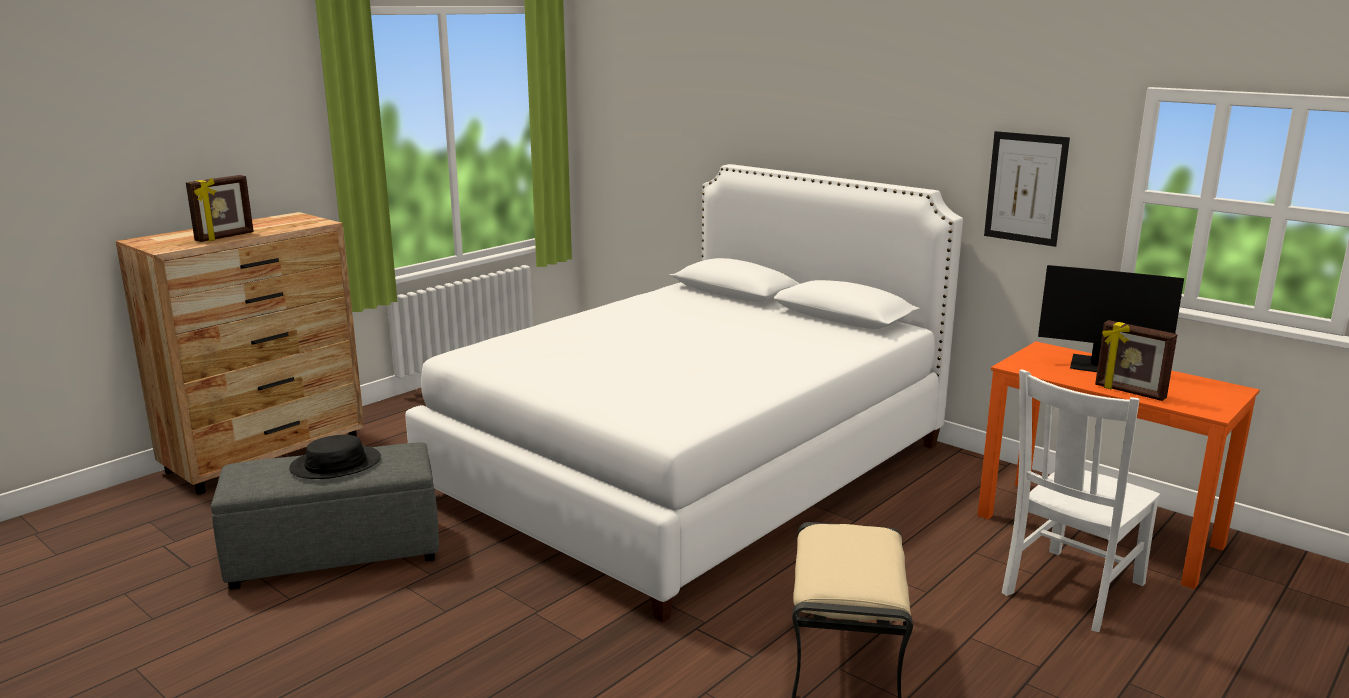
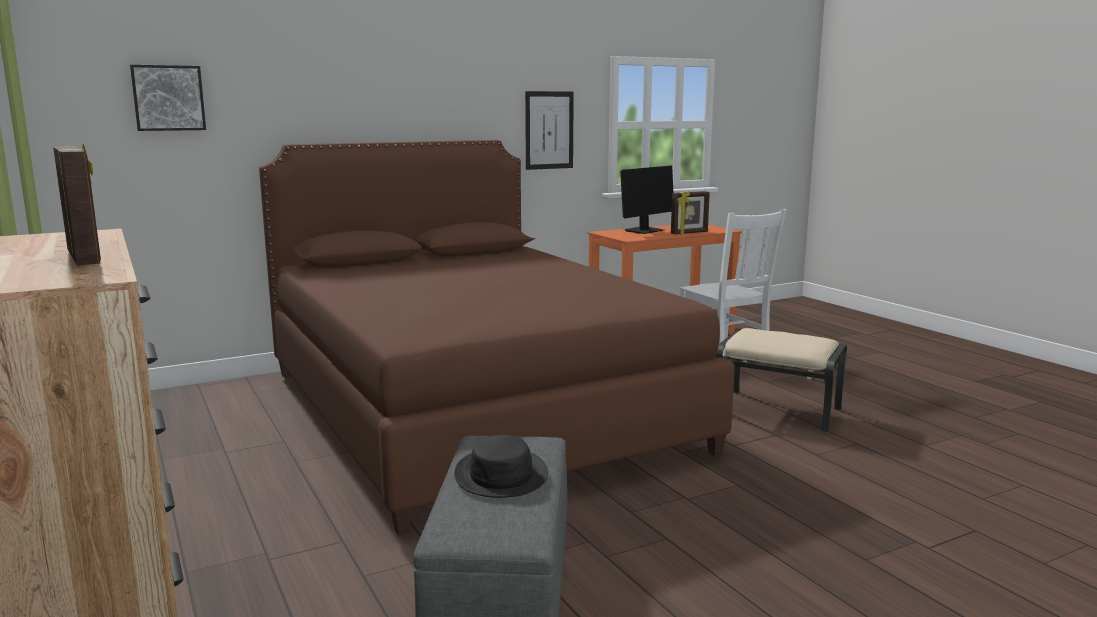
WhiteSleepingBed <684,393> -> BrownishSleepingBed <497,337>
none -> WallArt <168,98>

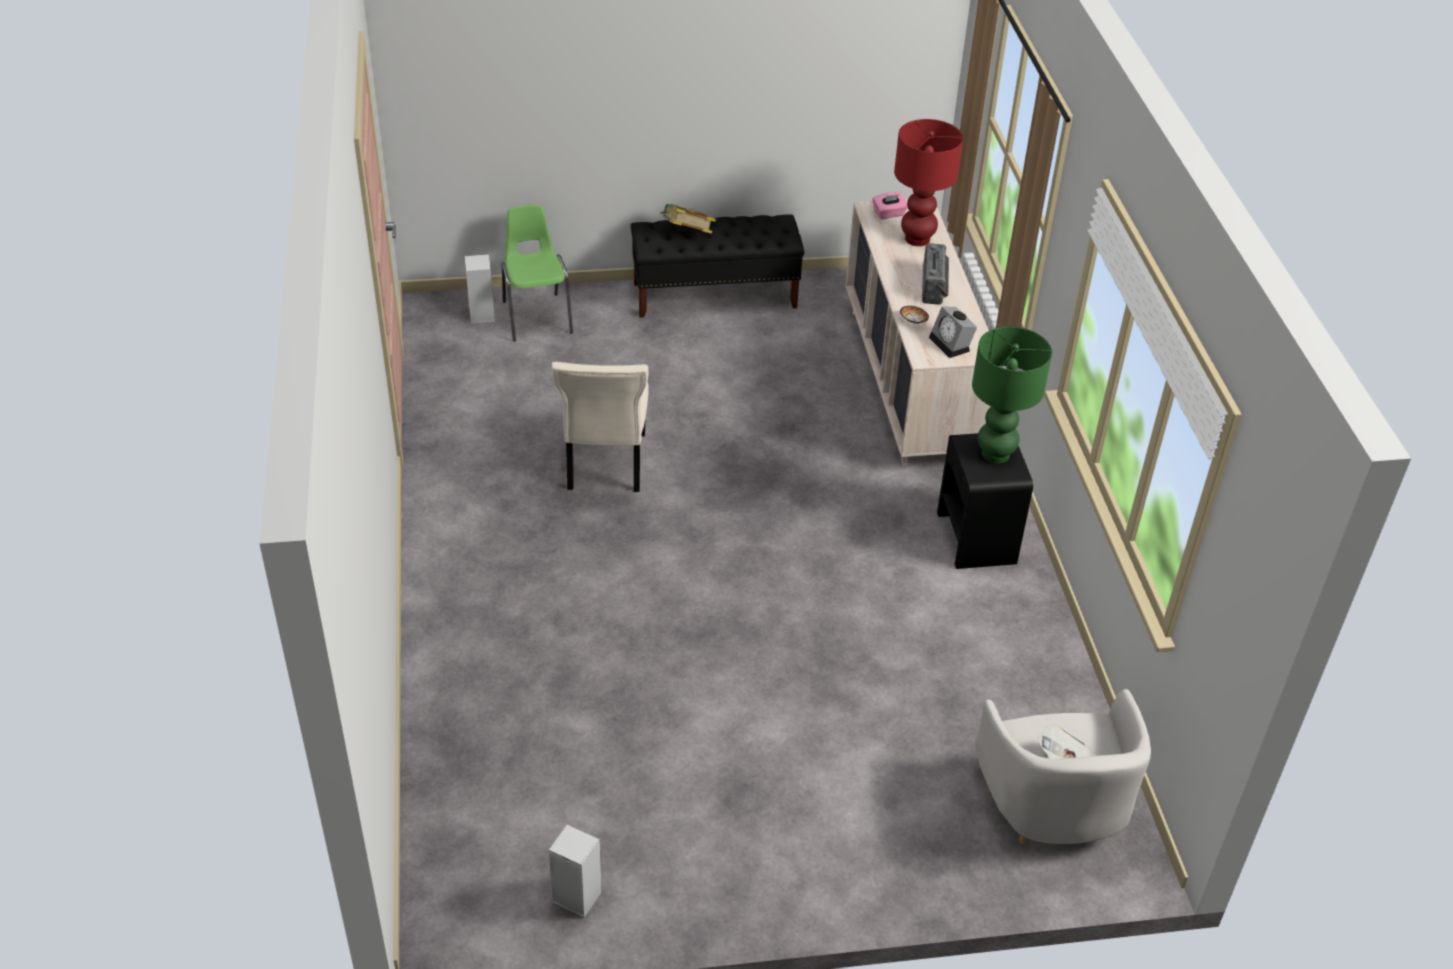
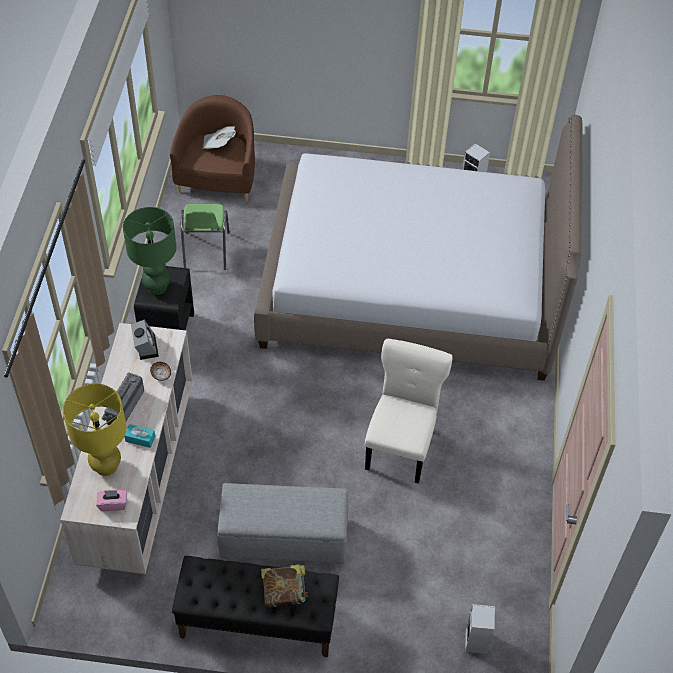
GreenUprightChair <537,273> -> GreenUprightChair <205,237>, relocated
ReddishLampForATable <928,182> -> YellowLampForATable <94,430>
WhiteLoungeChair <1063,766> -> BrownishLoungeChair <212,148>
none -> TurquoiseColouredBoxOfTissues <139,436>
none -> GreyOttoman <282,523>
none -> SleepingBed <418,248>

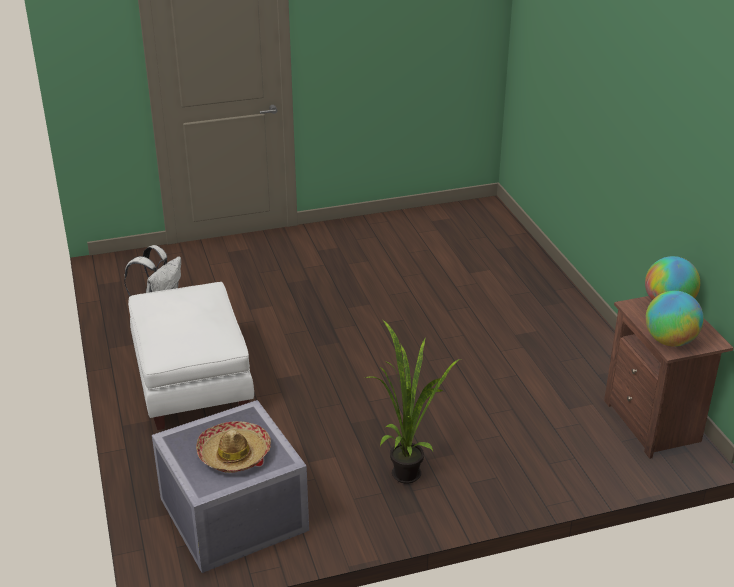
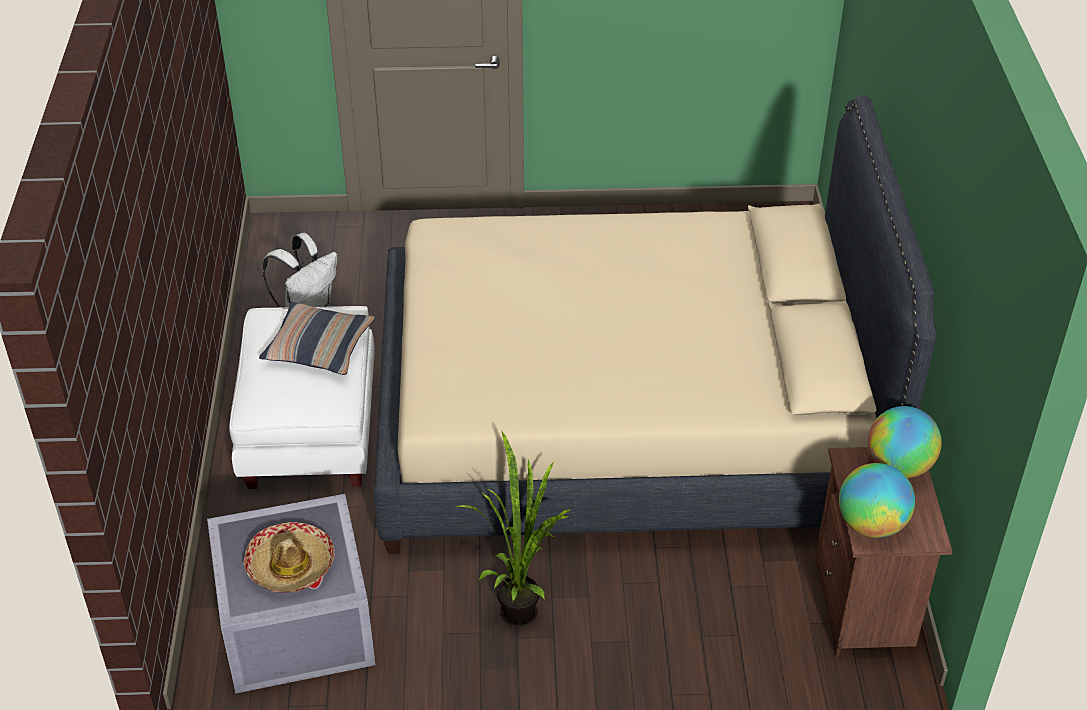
none -> Cushion <317,338>
none -> BeigeSleepingBed <655,324>

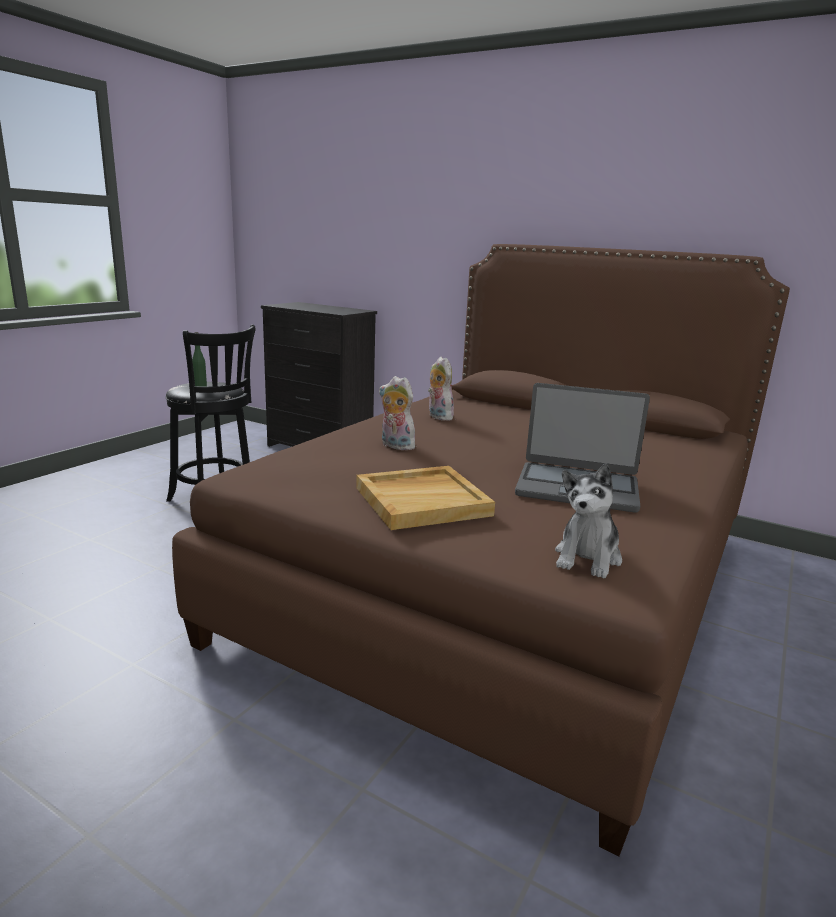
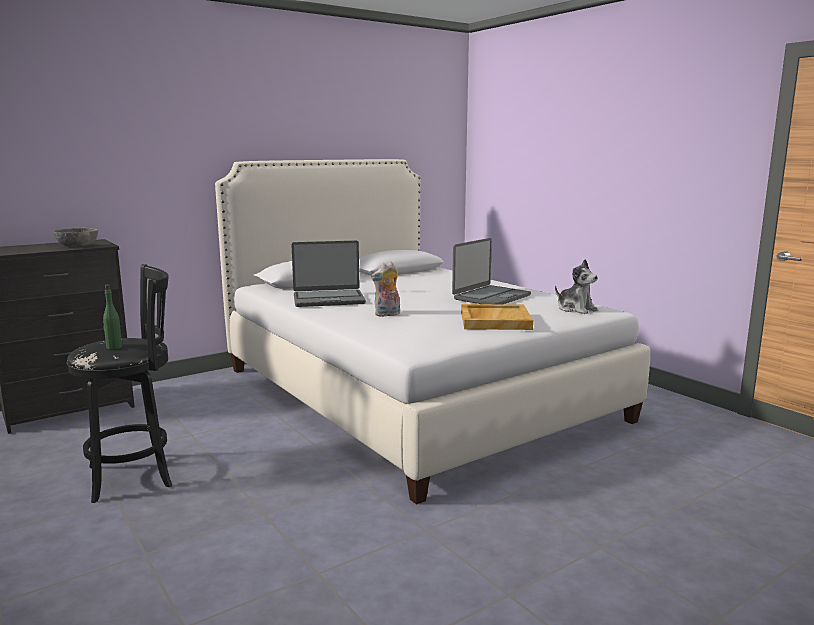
BrownishSleepingBed <481,550> -> WhiteSleepingBed <432,332>
SoftToy <441,389> -> Laptop <329,273>
none -> GreyDeepDish <75,237>

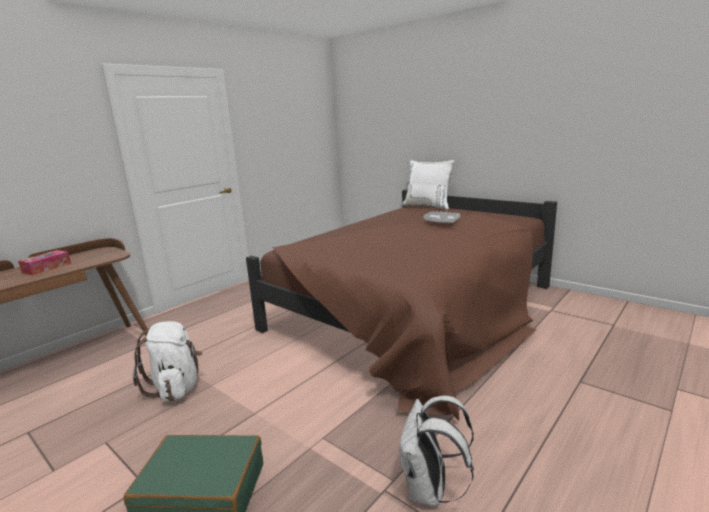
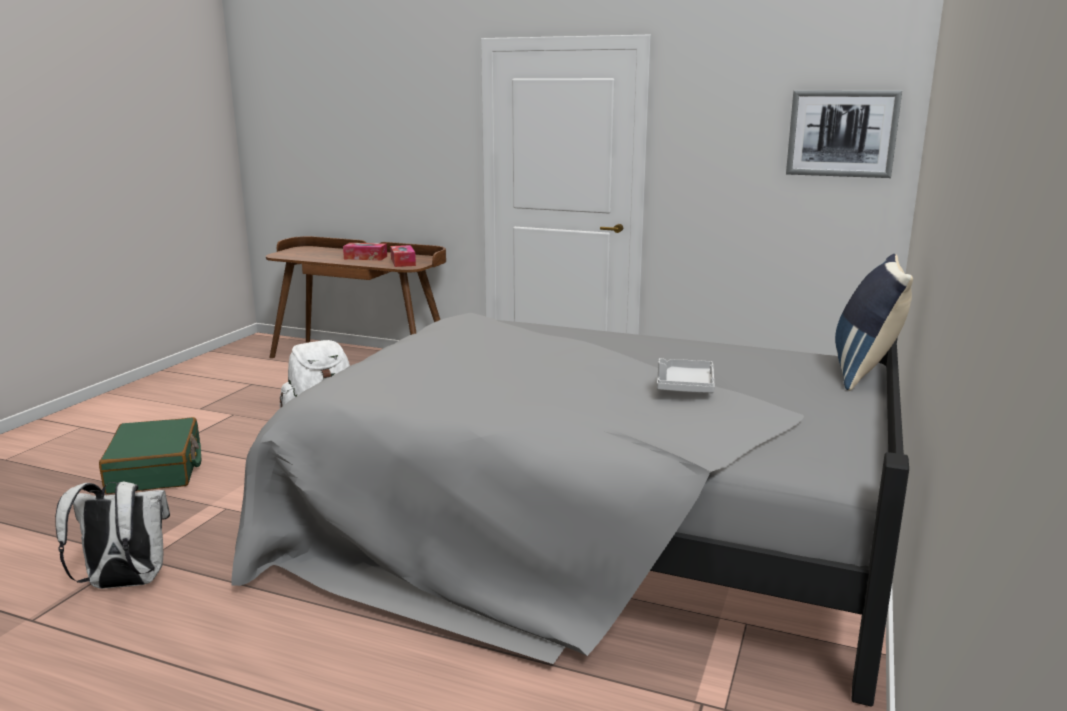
BrownishSleepingBed <401,305> -> GreySleepingBed <570,510>
WhiteCushion <428,185> -> BluishCushion <874,322>
none -> BoxOfTissues <403,256>
none -> WallArt <844,134>

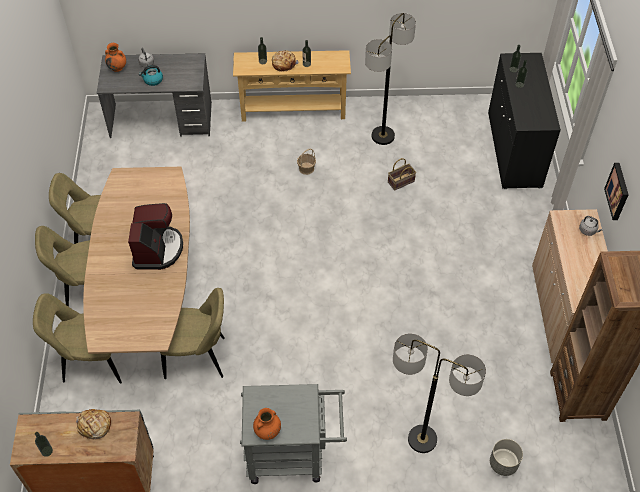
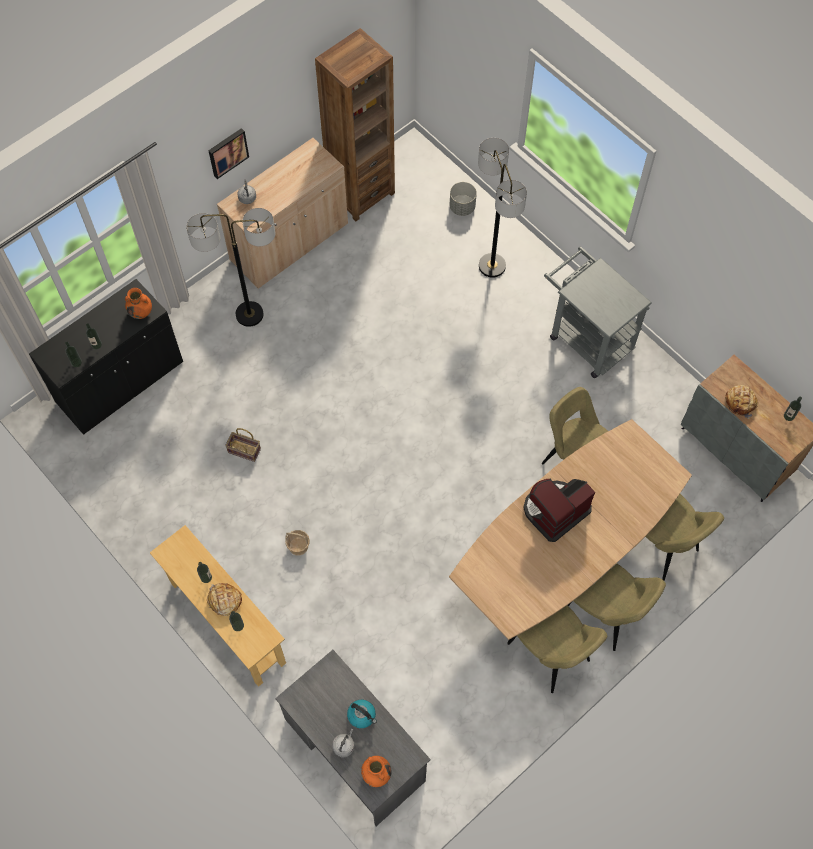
OrangeyDecorativeVase <267,424> -> OrangeyDecorativeVase <138,303>, relocated
FloorLamp <390,79> -> FloorLamp <230,267>, relocated

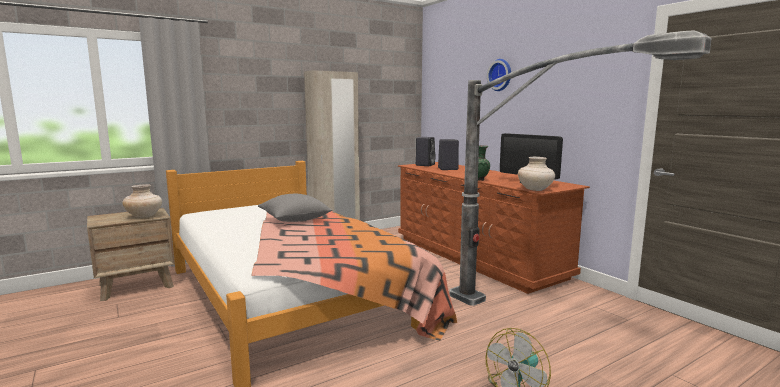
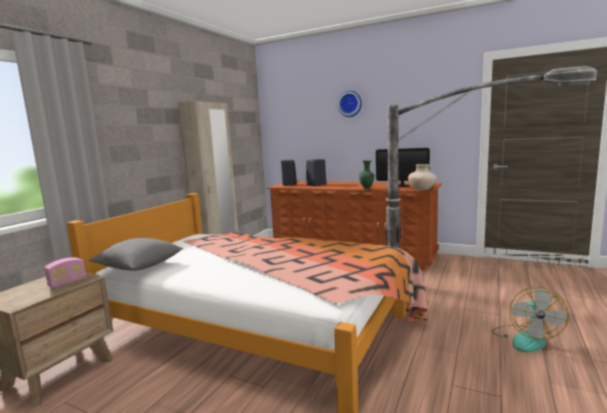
BeigeDecorativeVase <142,201> -> Radio <65,272>
GreyCushion <295,208> -> GreyCushion <136,254>, relocated

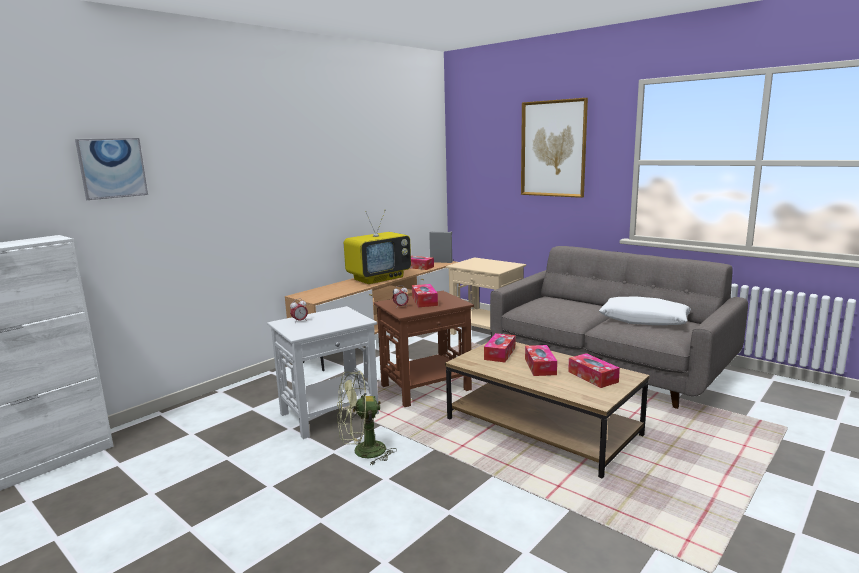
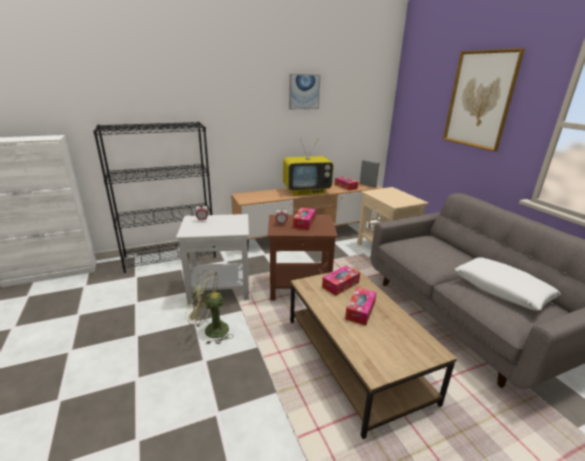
WallArt <111,169> -> WallArt <305,91>, relocated
BoxOfTissues <594,370> -> none
none -> BlackBookshelf <154,197>

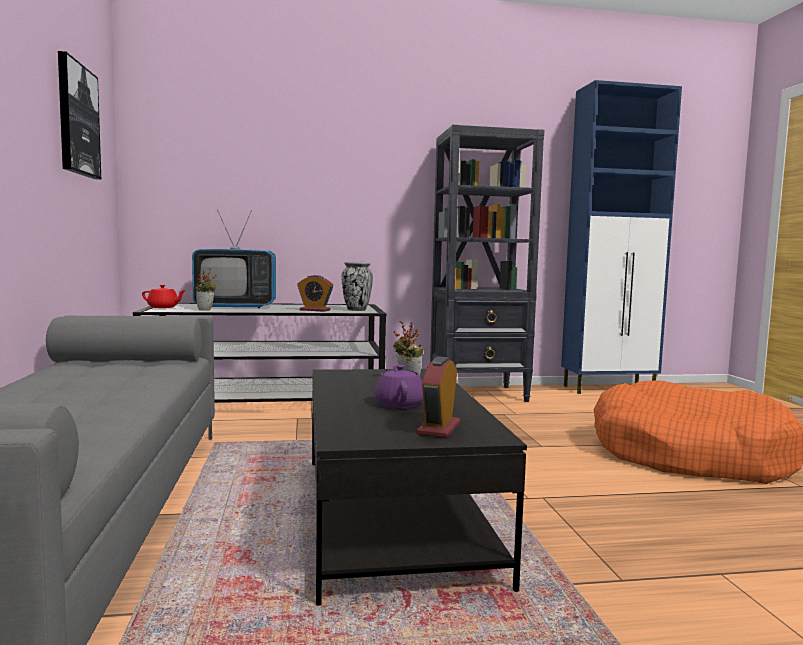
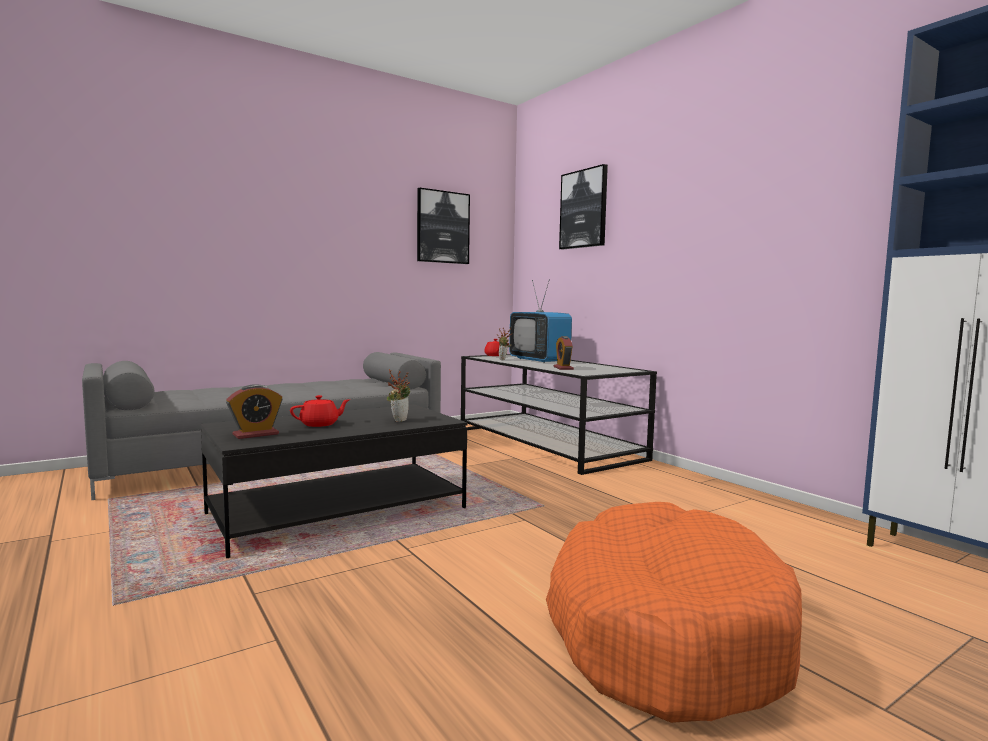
DecorativeVase <357,286> -> none
PurplishTeapot <398,386> -> ReddishTeapot <320,411>
BedsideClock <438,397> -> BedsideClock <254,411>, 150 degrees clockwise
BlackBookshelf <487,263> -> none
none -> WallArt <583,206>

